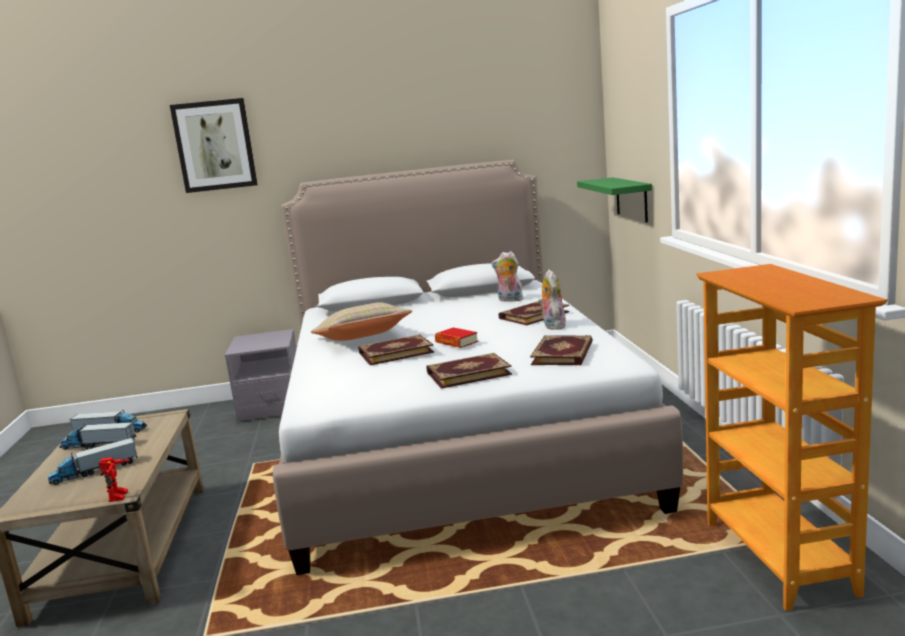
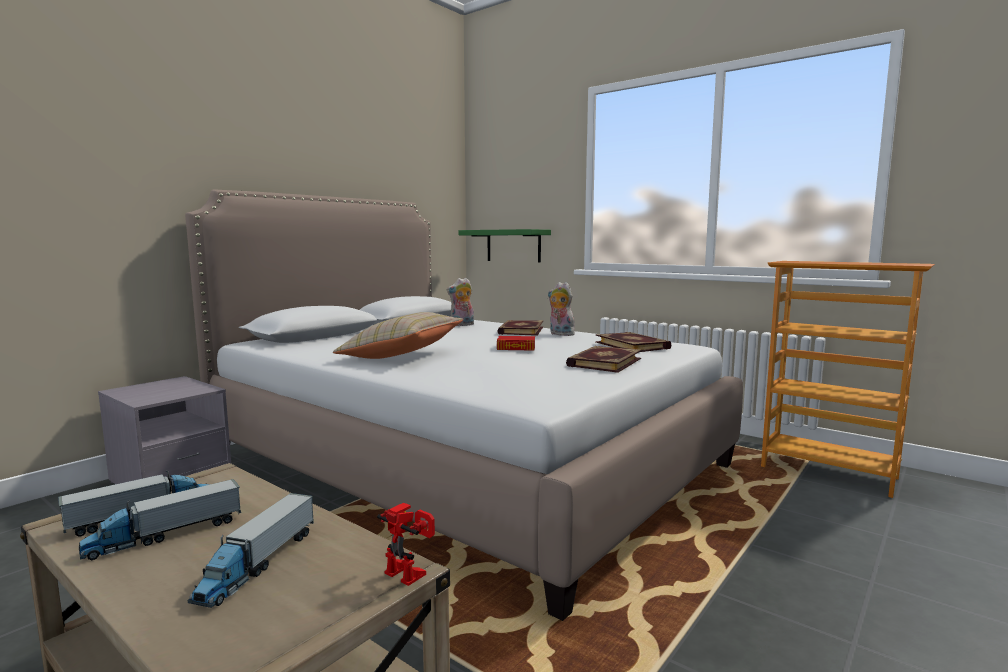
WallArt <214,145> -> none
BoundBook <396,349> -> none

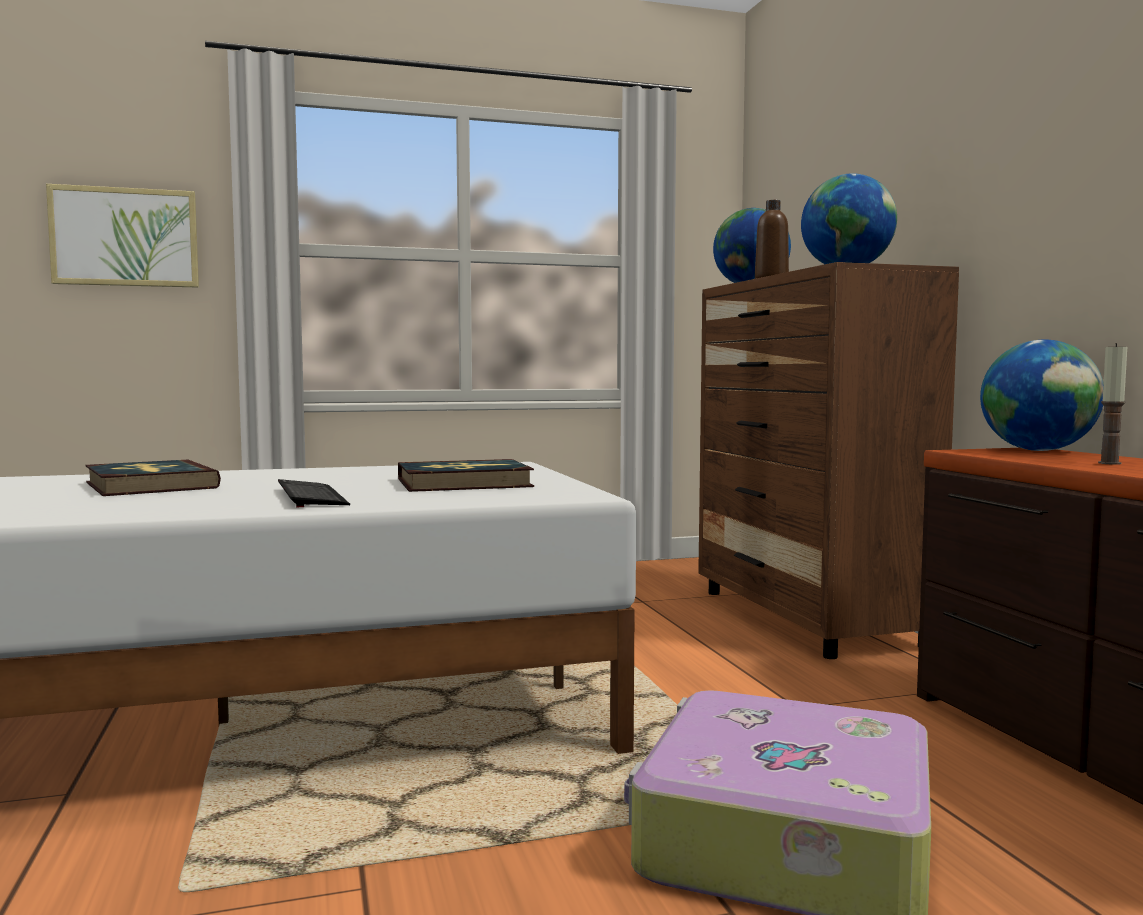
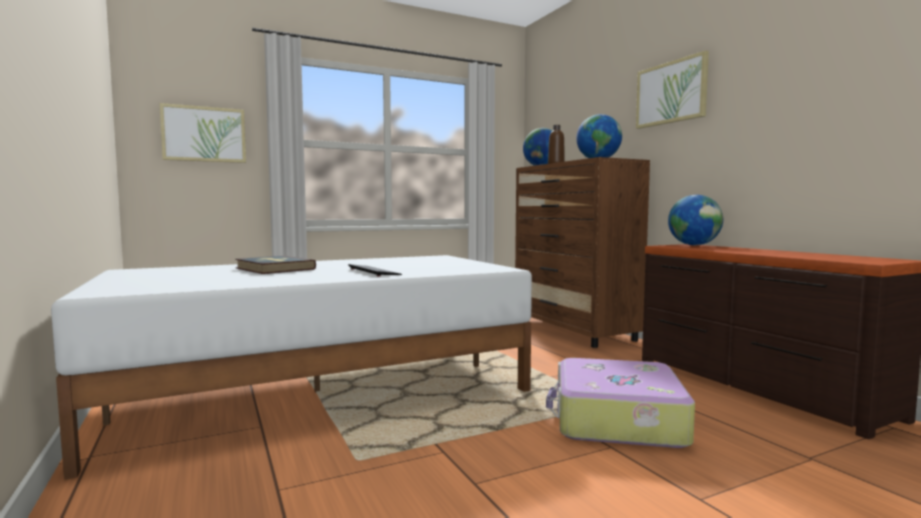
BoundBook <466,475> -> none
Candle <1112,404> -> none
none -> WallArt <672,89>

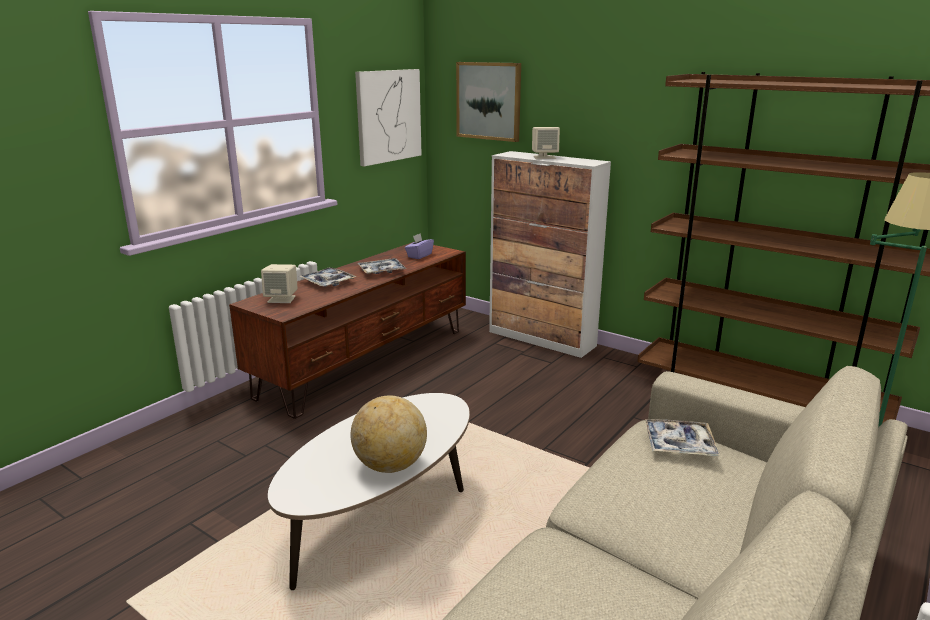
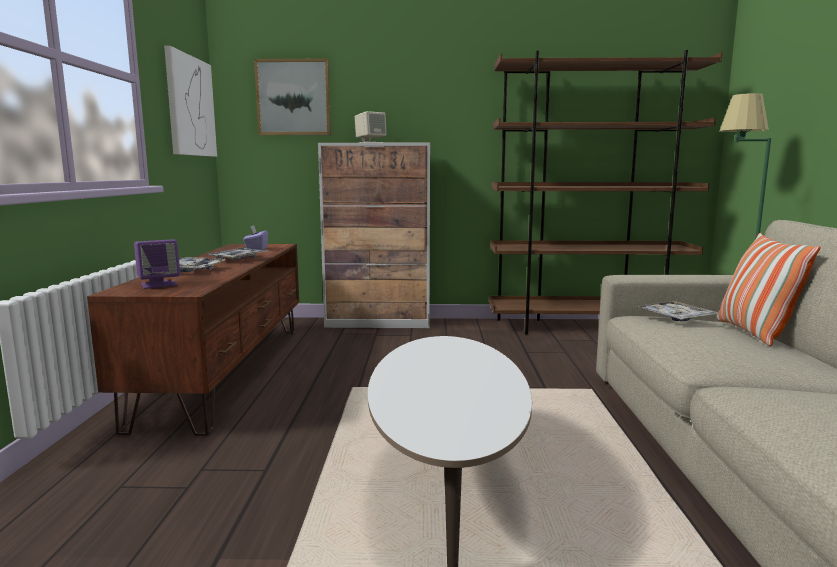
BeigeAudioSpeaker <279,283> -> PurplishAudioSpeaker <157,264>
Globe <389,434> -> none
none -> Cushion <769,289>

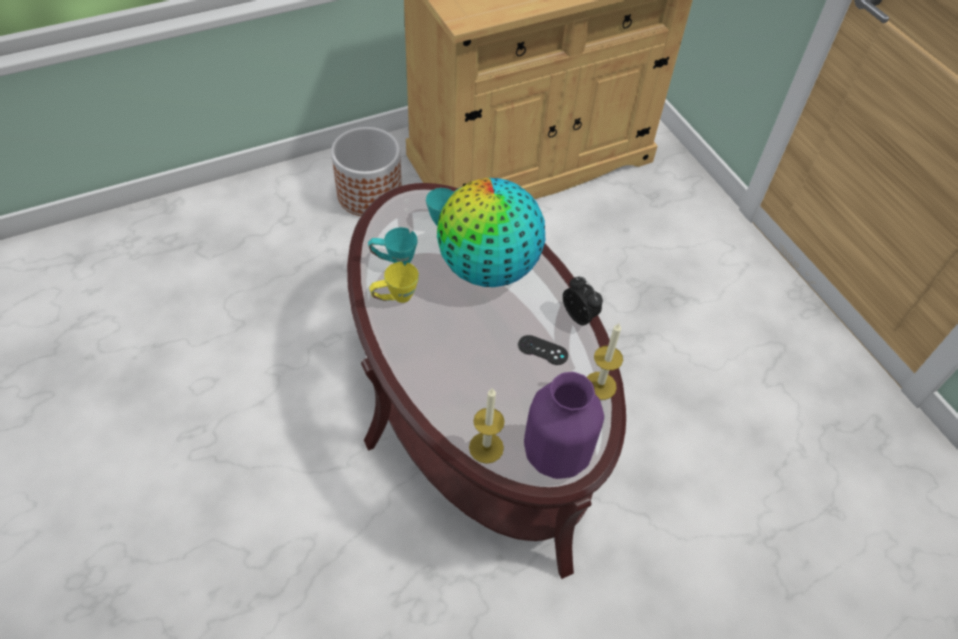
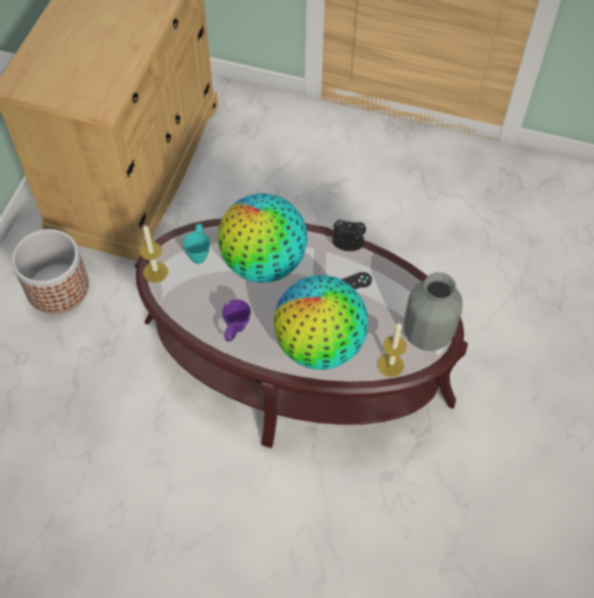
TurquoiseColouredCoffeeMug <393,246> -> none
YellowCoffeeMug <394,282> -> PurplishCoffeeMug <236,320>
PurplishDecorativeVase <564,425> -> GreyDecorativeVase <433,311>
Candle <605,361> -> Candle <154,254>, relocated
none -> Globe <321,322>

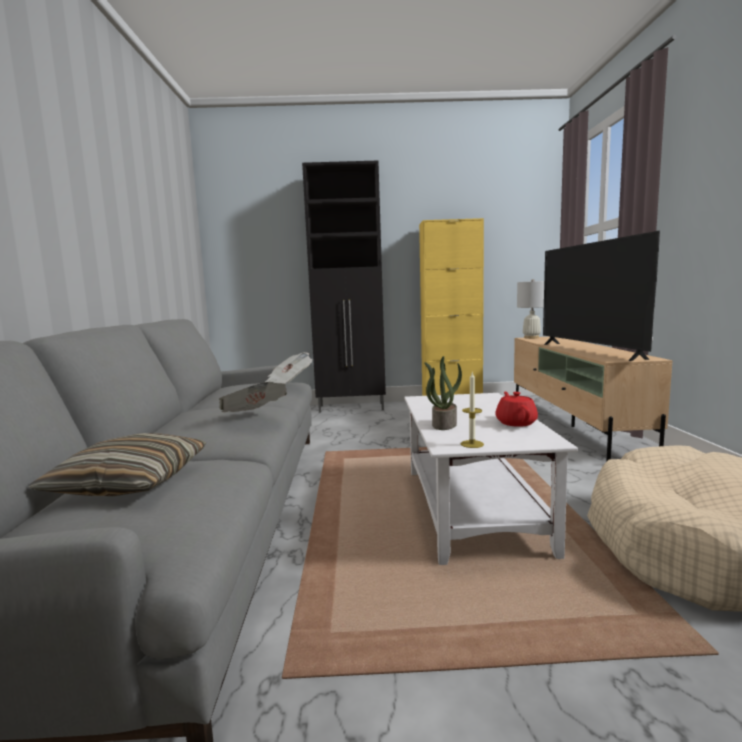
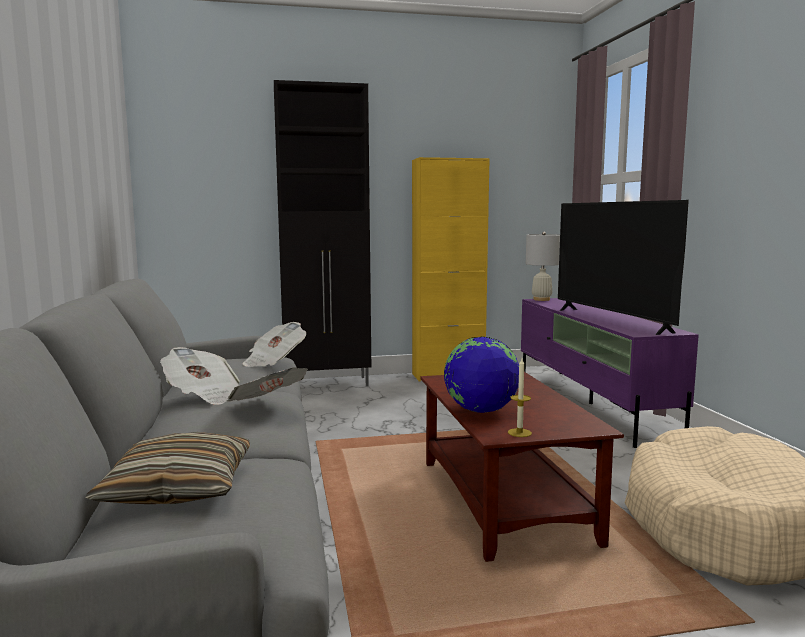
WhiteCoffeeTable <491,479> -> BrownishCoffeeTable <522,467>
PlantInAPot <443,393> -> Globe <481,375>
ReddishTeapot <516,409> -> none
BeigeMediaConsole <593,399> -> PurplishMediaConsole <610,373>
none -> PrintedPaper <200,376>

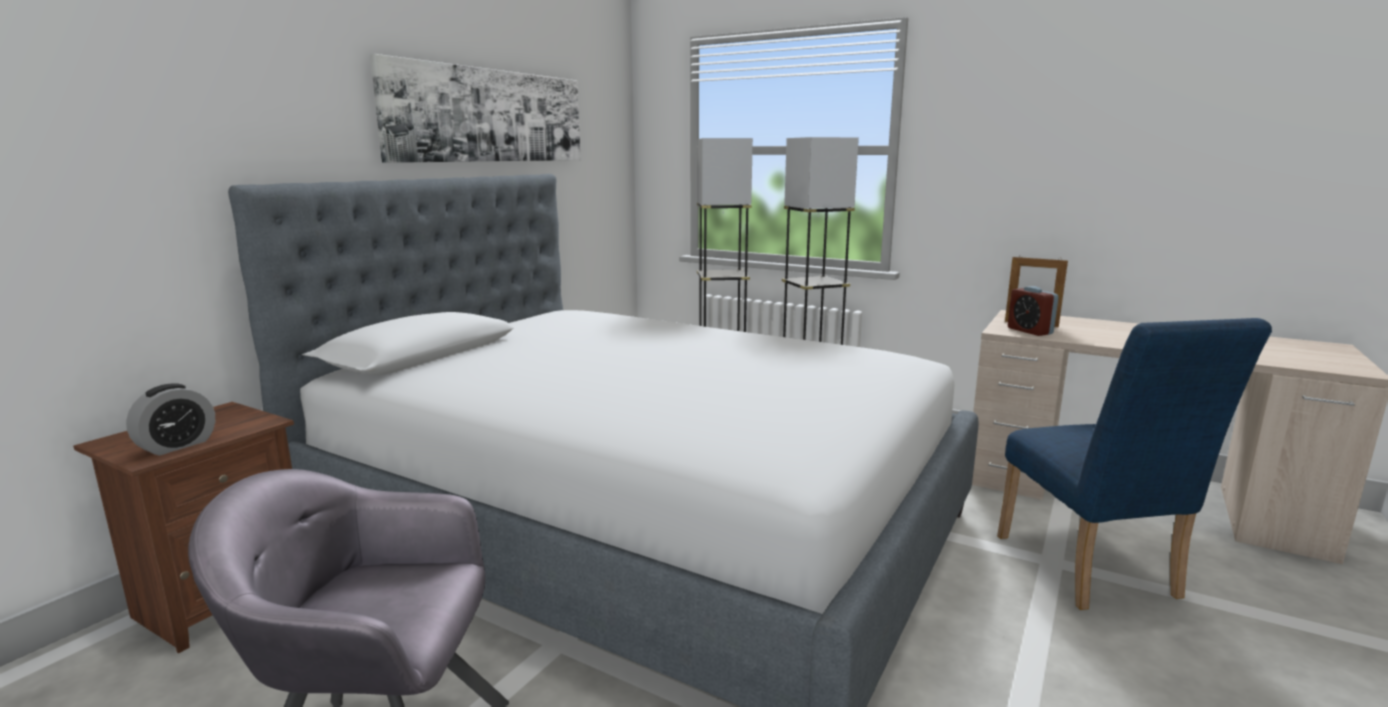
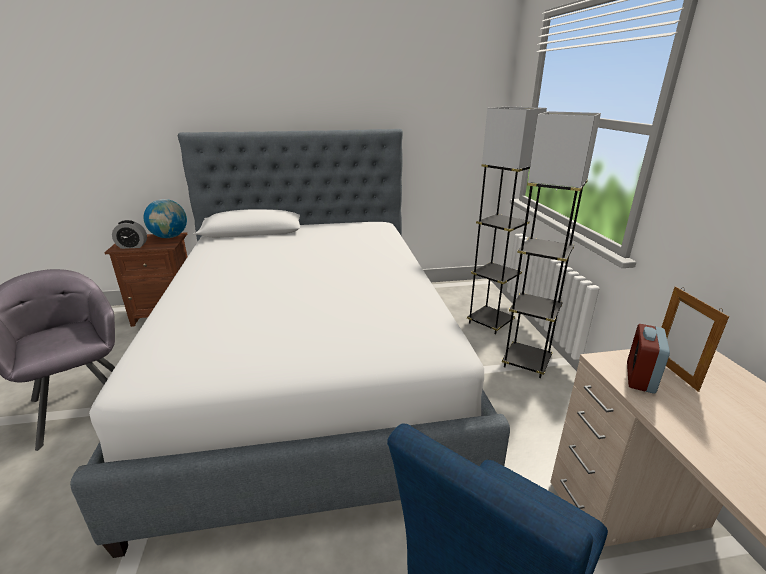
WallArt <475,108> -> none
none -> Globe <165,218>

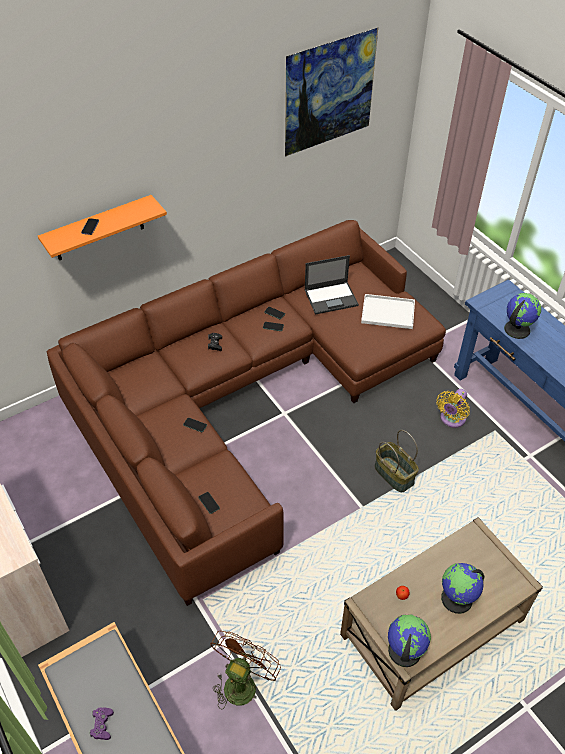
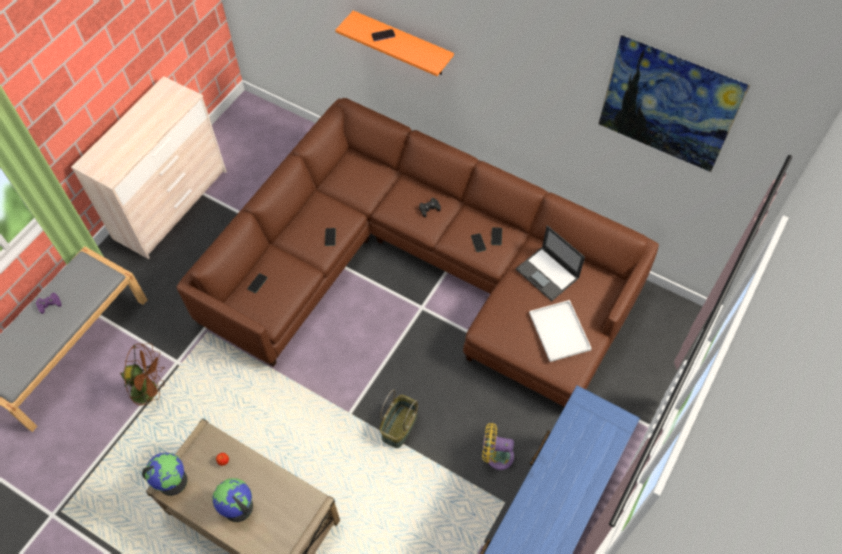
Globe <522,316> -> none

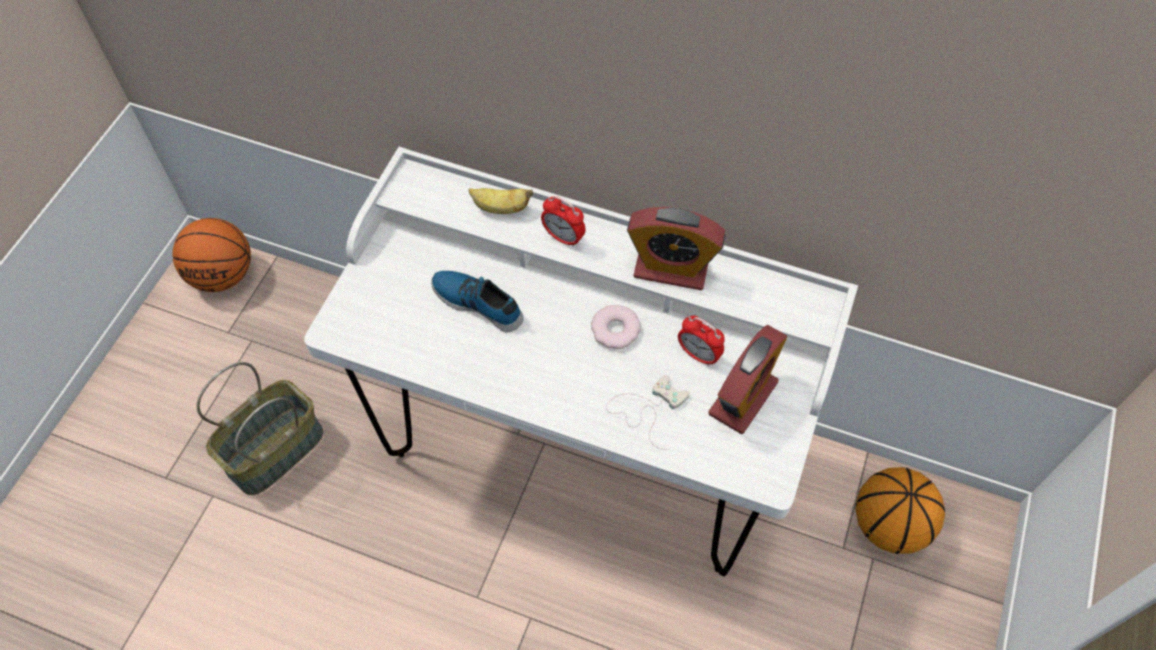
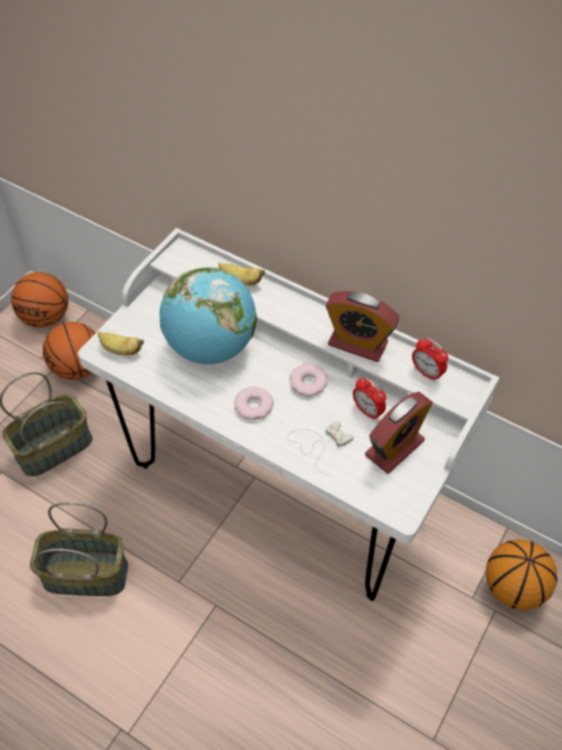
LowShoe <477,302> -> Globe <208,315>
BedsideClock <563,222> -> BedsideClock <430,360>, relocated
none -> HouseholdBasket <79,549>
none -> Basketball <69,351>
none -> WholeBanana <120,343>
none -> Doughnut <254,403>

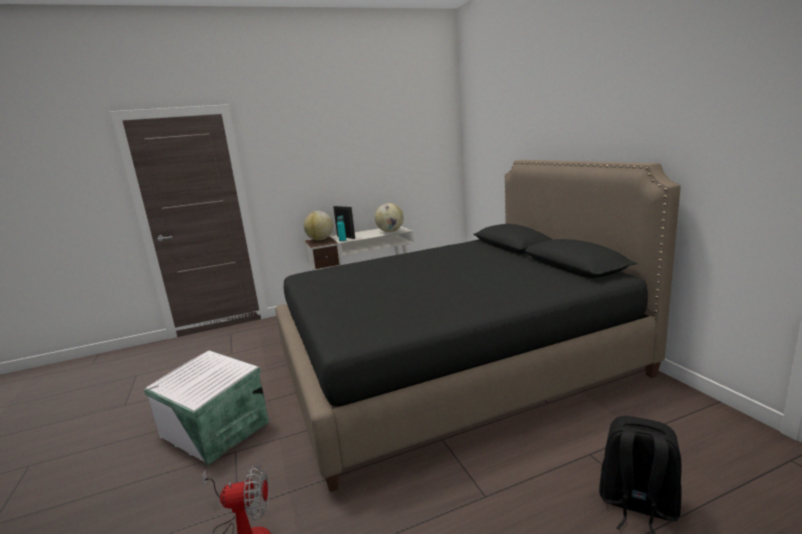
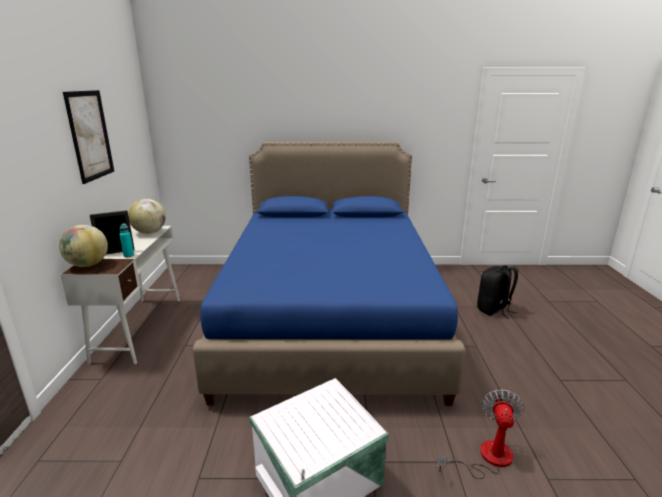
BlackSleepingBed <478,326> -> BluishSleepingBed <329,274>
none -> WallArt <88,137>

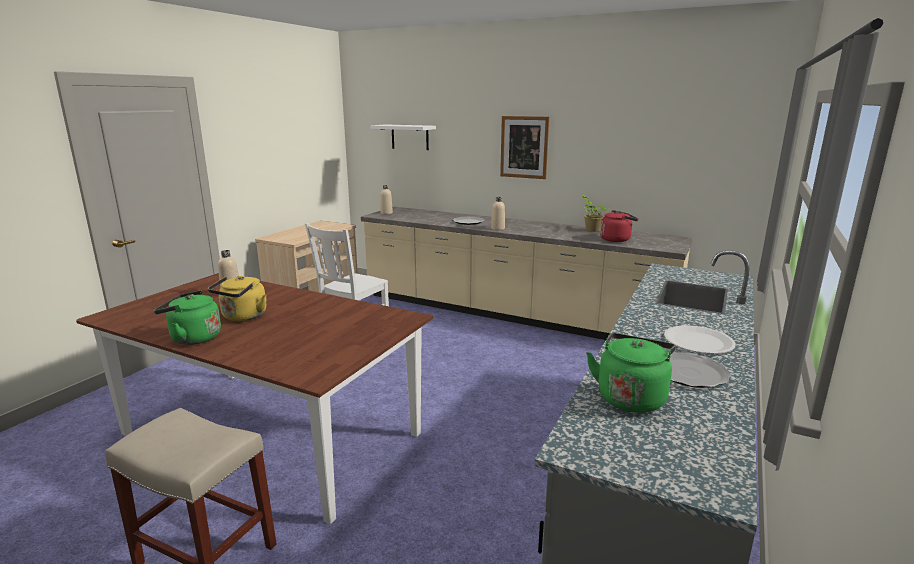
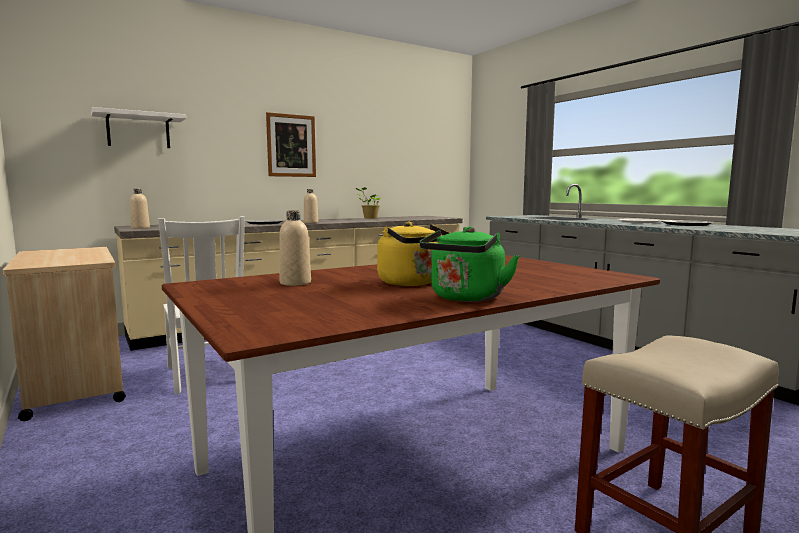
GreenKettle <631,373> -> none
ReddishKettle <619,226> -> none

